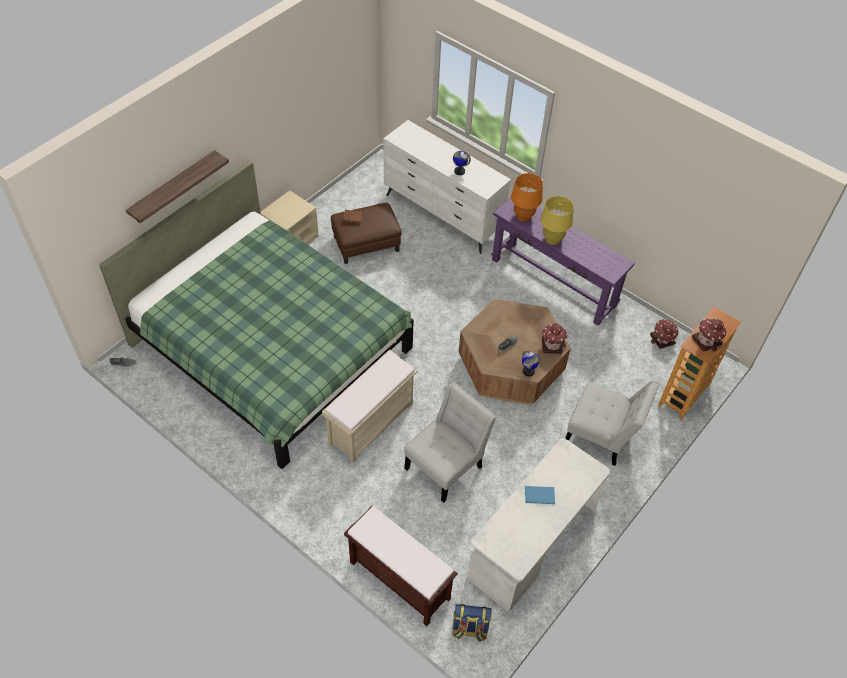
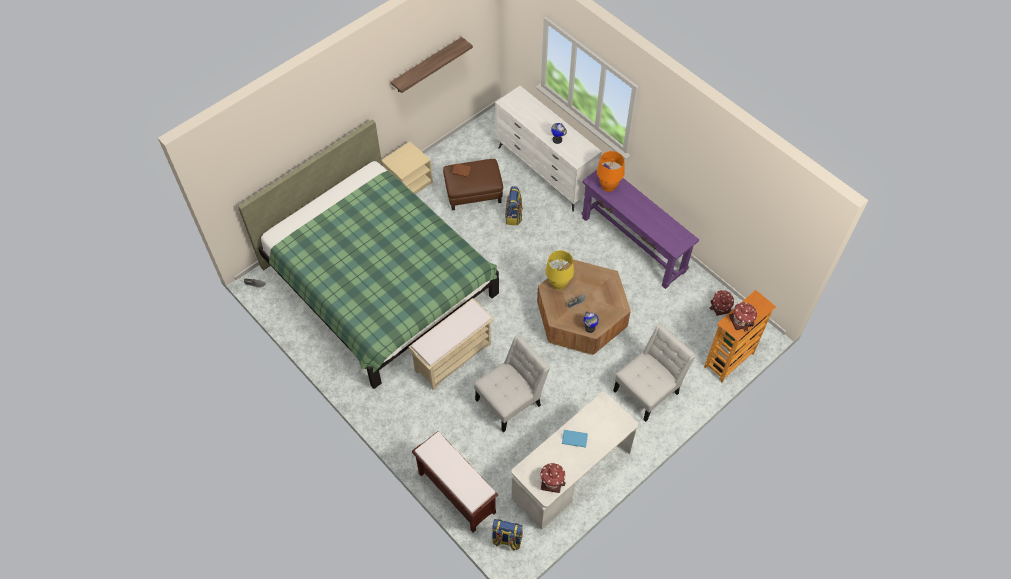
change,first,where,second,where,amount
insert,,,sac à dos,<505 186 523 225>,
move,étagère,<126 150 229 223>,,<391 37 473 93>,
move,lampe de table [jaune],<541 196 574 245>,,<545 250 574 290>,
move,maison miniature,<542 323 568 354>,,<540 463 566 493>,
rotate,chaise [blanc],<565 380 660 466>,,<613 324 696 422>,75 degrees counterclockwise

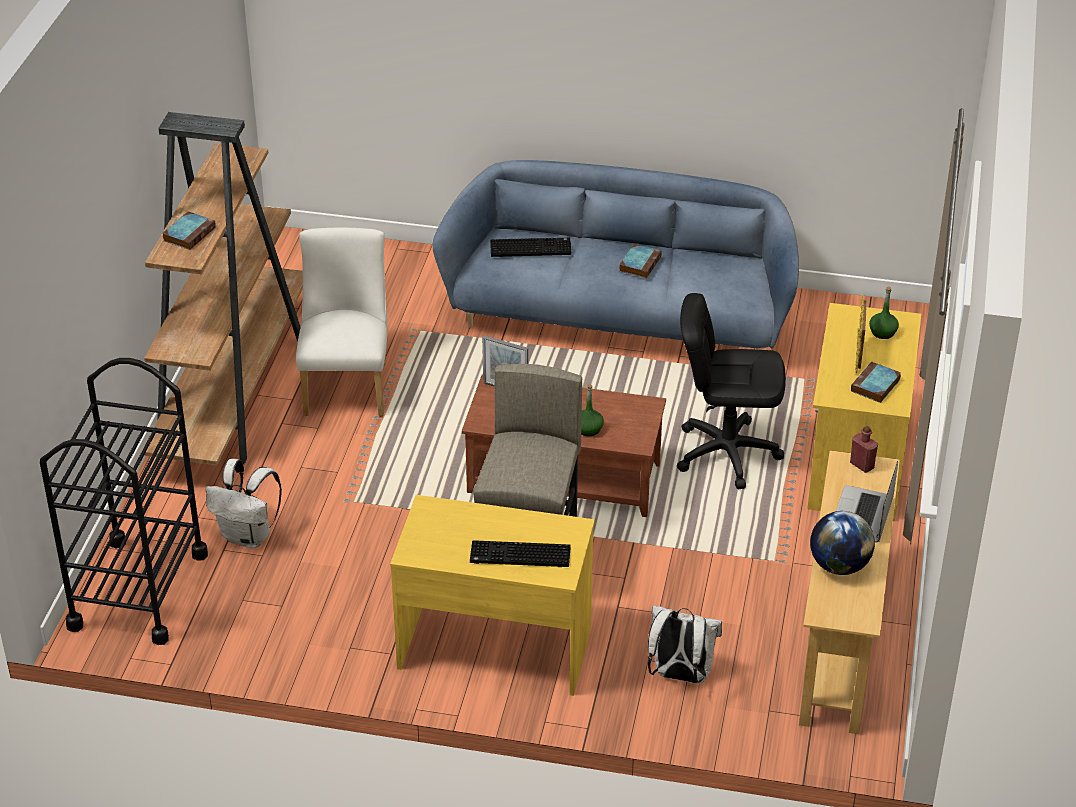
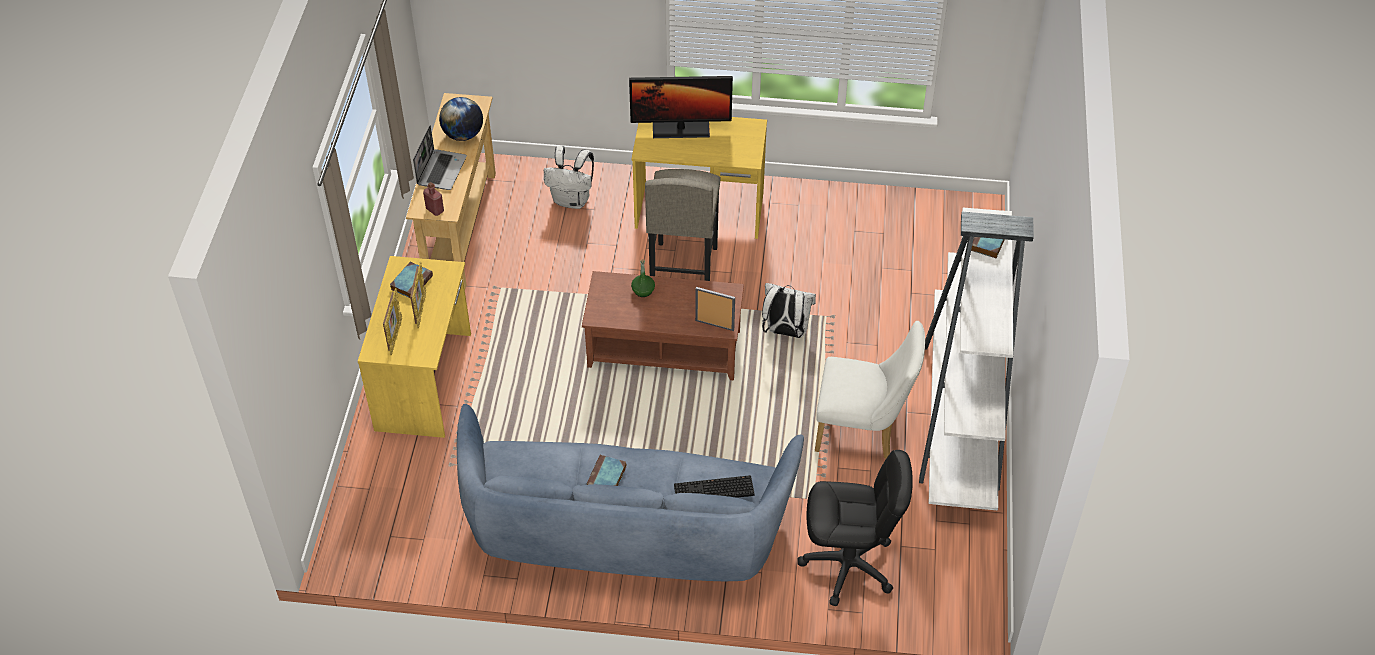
change,first,where,second,where,amount
delete,chariot [noir],<40 358 208 645>,,,
move,sac à dos [blanc],<206 459 282 548>,,<762 283 816 338>,
move,chaise de bureau [noir],<677 293 786 489>,,<797 450 913 606>,
replace,clavier,<470 540 571 567>,écran d'ordinateur,<629 76 733 138>,
replace,bouteille [vert],<869 287 899 339>,cadre photo,<383 288 402 355>,
recolor,bibliothèque [marron],<144 112 303 466>,bibliothèque [blanc],<919 208 1034 511>,
rotate,chaise [blanc],<296 228 387 416>,,<815 321 925 459>,75 degrees counterclockwise

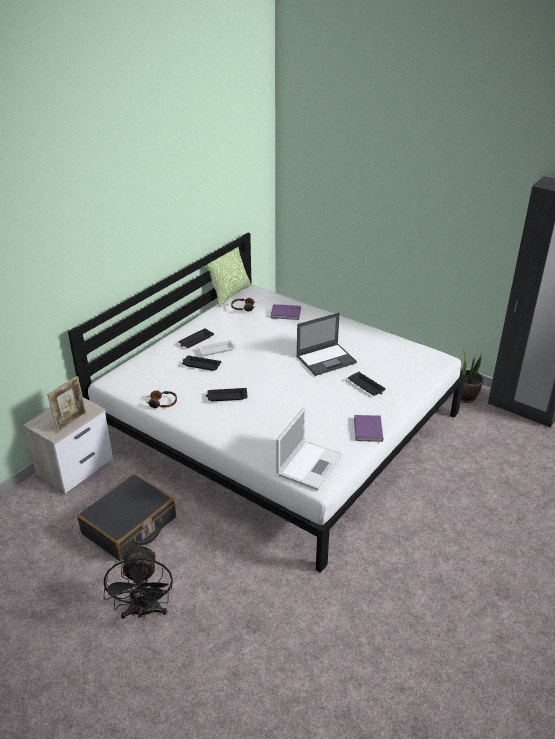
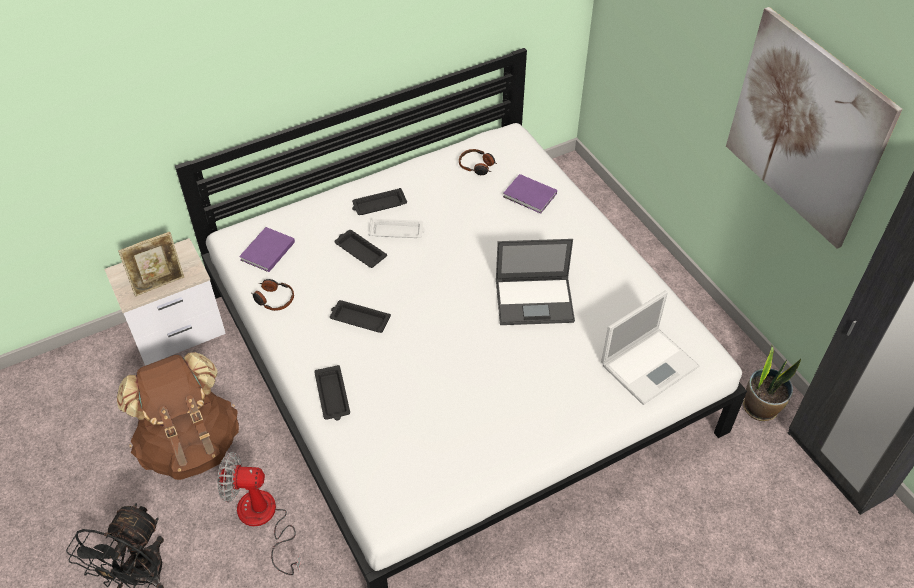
change,first,where,second,where,amount
delete,coussin,<206 247 252 307>,,,
insert,,,ventilateur,<217 452 301 575>,
insert,,,tableau,<726 7 902 249>,
move,ordinateur portable,<276 407 343 490>,,<601 291 700 405>,
move,plateau [noir],<348 372 386 396>,,<314 365 350 420>,
move,livre [violet],<354 415 383 442>,,<239 227 295 272>,
replace,valise [noir],<77 474 176 561>,sac à dos [marron],<117 352 239 480>,

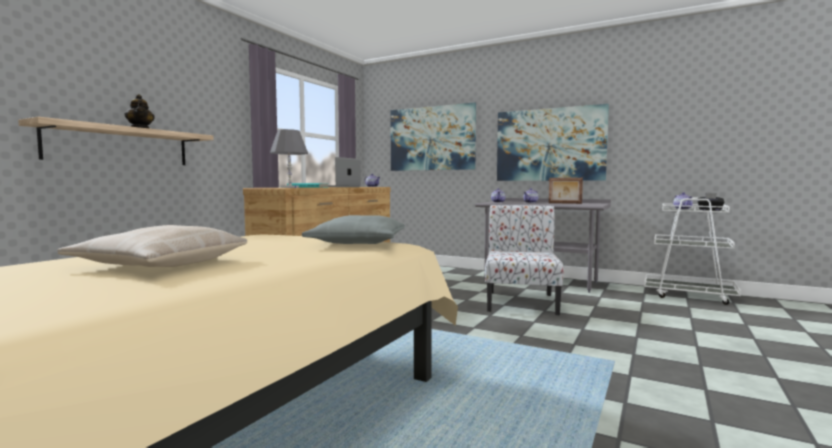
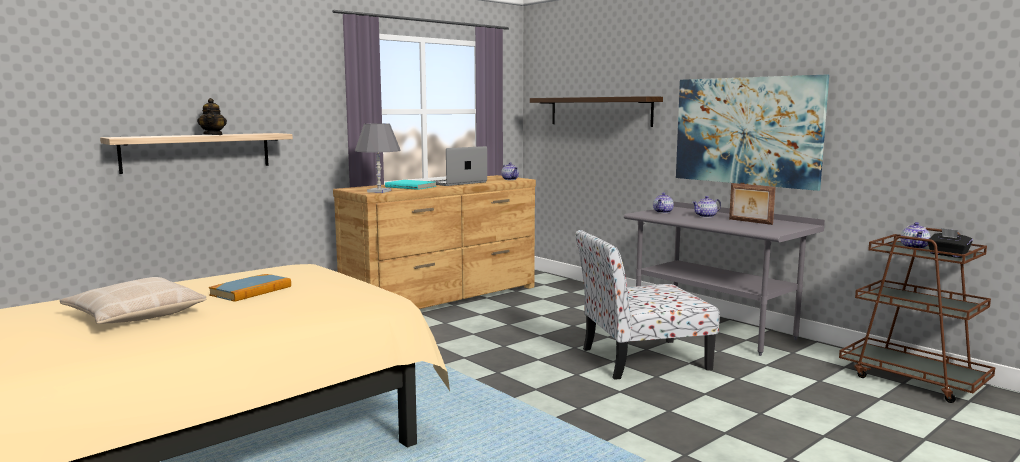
change,first,where,second,where,amount
delete,coussin [gris],<302 215 405 244>,,,
insert,,,livre,<209 274 291 302>,
replace,tableau,<390 102 476 171>,étagère,<530 96 663 127>,
recolor,chariot [blanc],<644 197 741 305>,chariot [marron],<839 228 995 403>,
rotate,chaise,<485 205 564 315>,,<576 230 720 380>,135 degrees counterclockwise

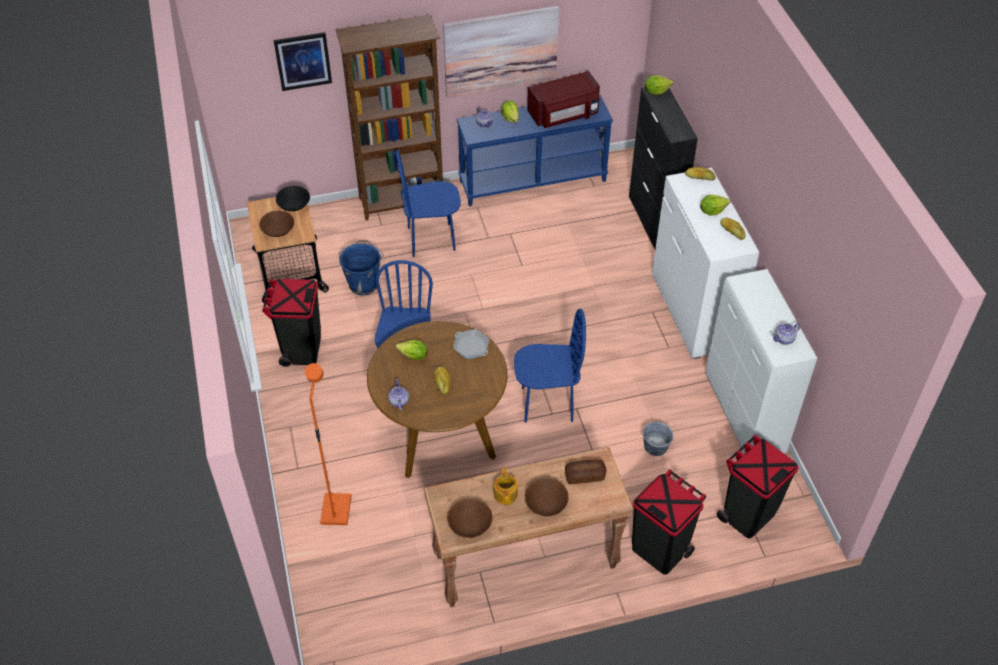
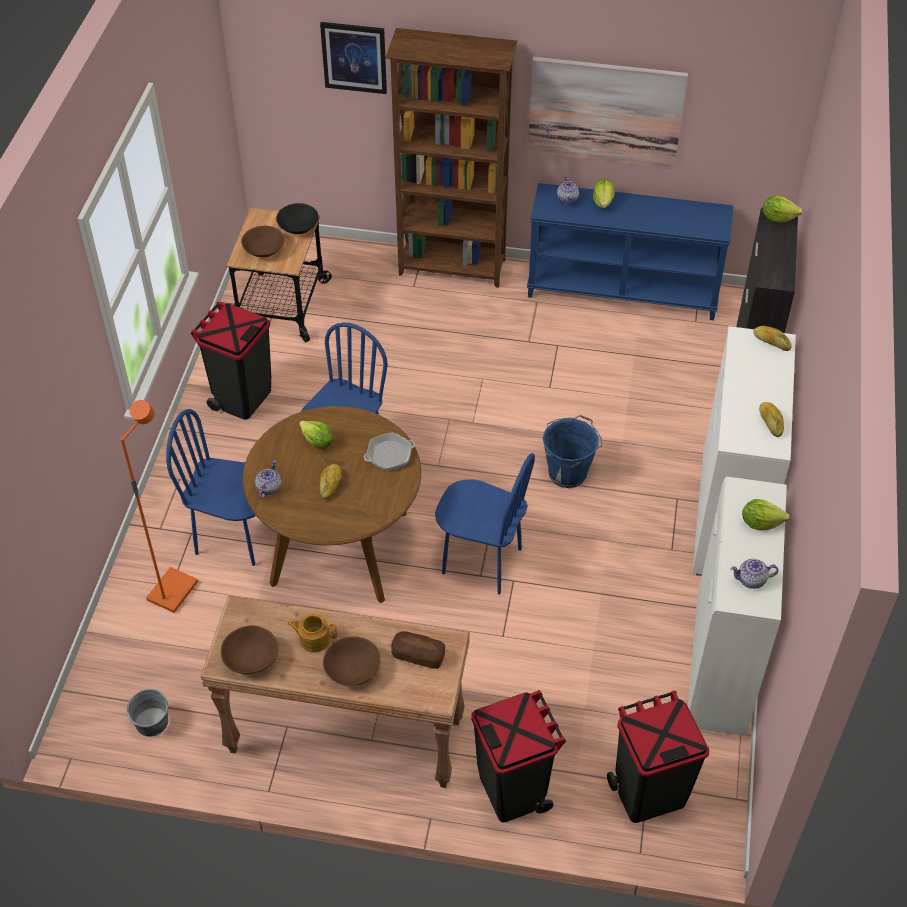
change,first,where,second,where,amount
delete,micro-ondes [rouge],<528 71 600 128>,,,
move,seau [bleu],<339 240 384 296>,,<543 415 602 488>,
move,chaise [bleu],<396 150 461 257>,,<166 409 256 566>,
move,seau [gris],<643 421 673 456>,,<127 689 168 736>,
move,laitue,<700 195 730 216>,,<742 499 790 531>,
rotate,poêle,<453 329 489 359>,,<364 432 415 471>,90 degrees clockwise
rotate,théière,<493 467 518 505>,,<287 614 337 653>,105 degrees counterclockwise

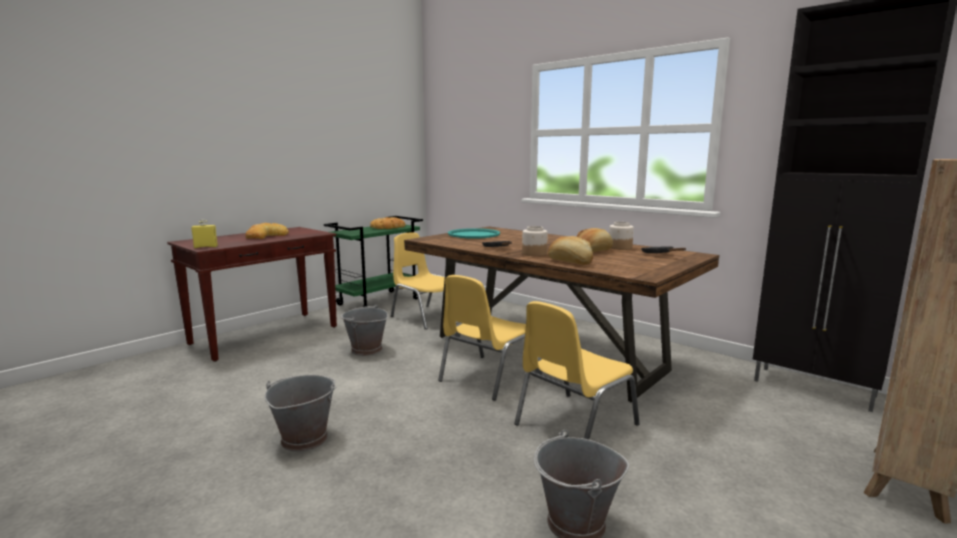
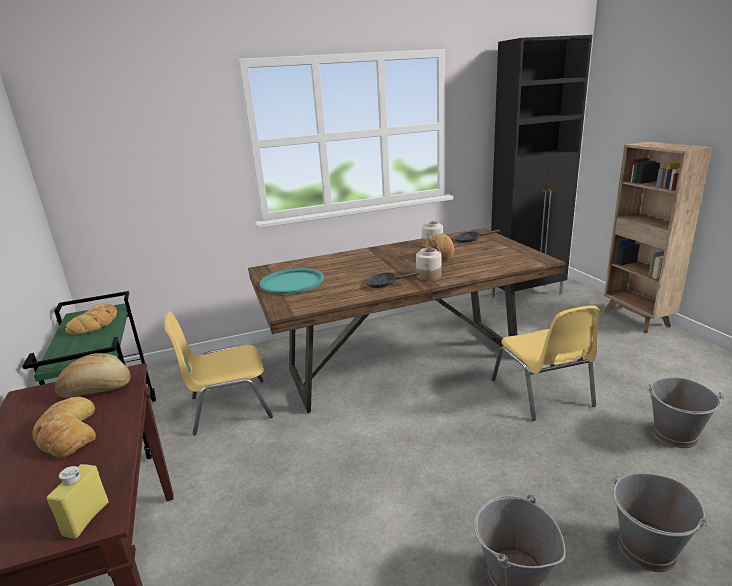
change,first,where,second,where,amount
delete,chaise [jaune],<438 275 537 401>,,,
move,seau [gris],<341 303 388 356>,,<611 473 709 572>,
move,pain,<548 236 593 265>,,<55 353 131 398>,

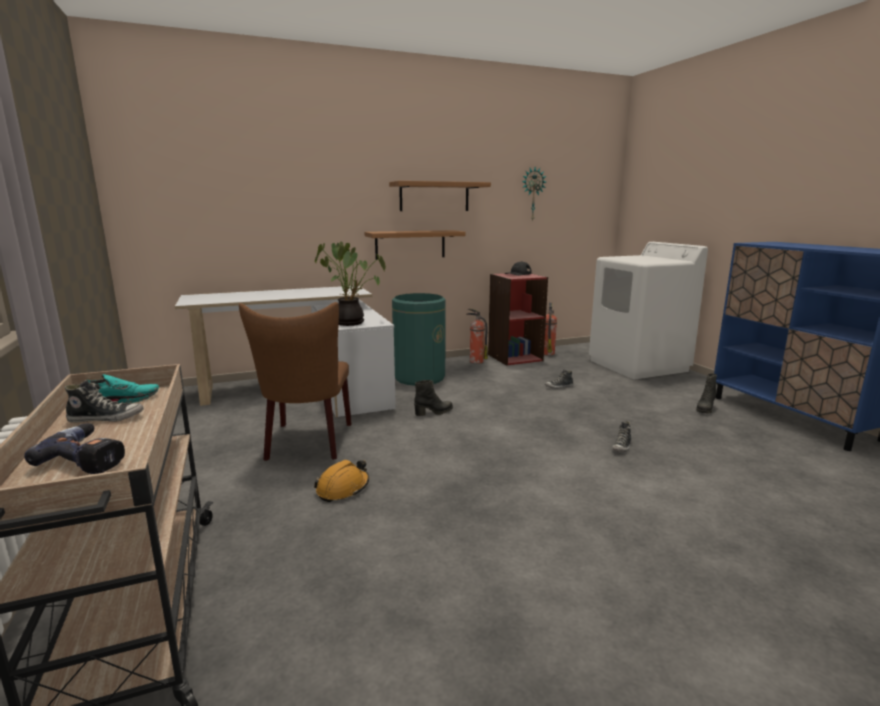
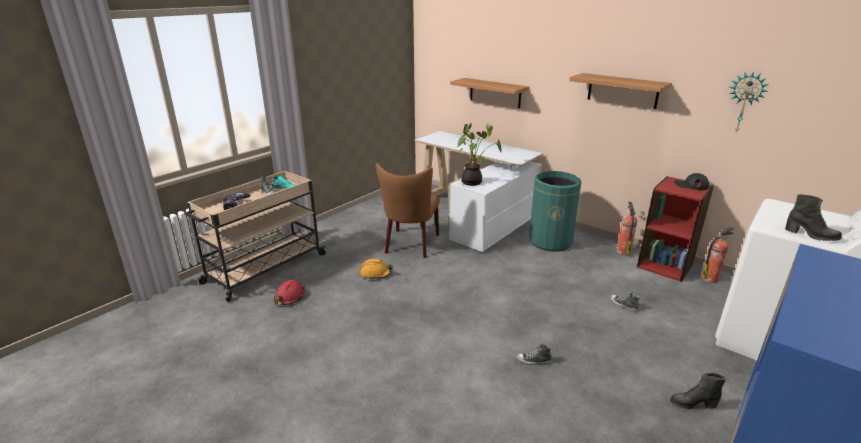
change,first,where,second,where,amount
insert,,,casque de chantier [rouge],<274 280 306 305>,
move,étagère,<365 230 466 260>,,<450 78 529 108>,
move,botte [noir],<414 380 453 416>,,<785 195 842 241>,
rotate,chaise [marron],<239 302 352 461>,,<376 163 440 258>,45 degrees counterclockwise

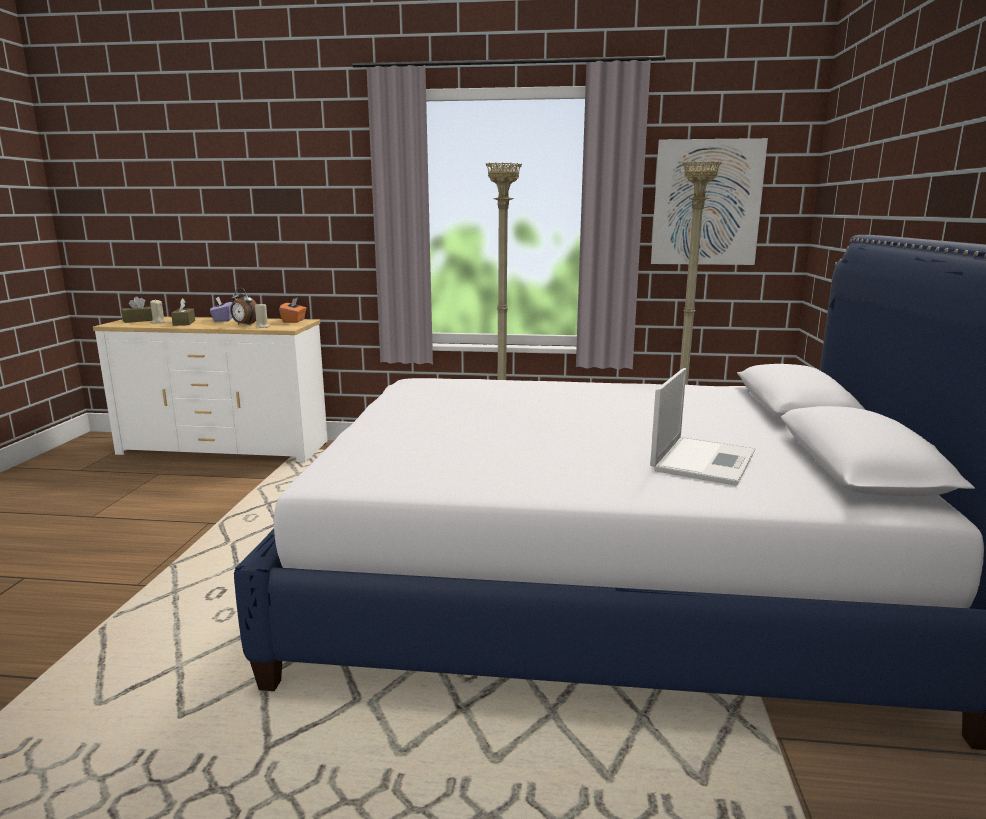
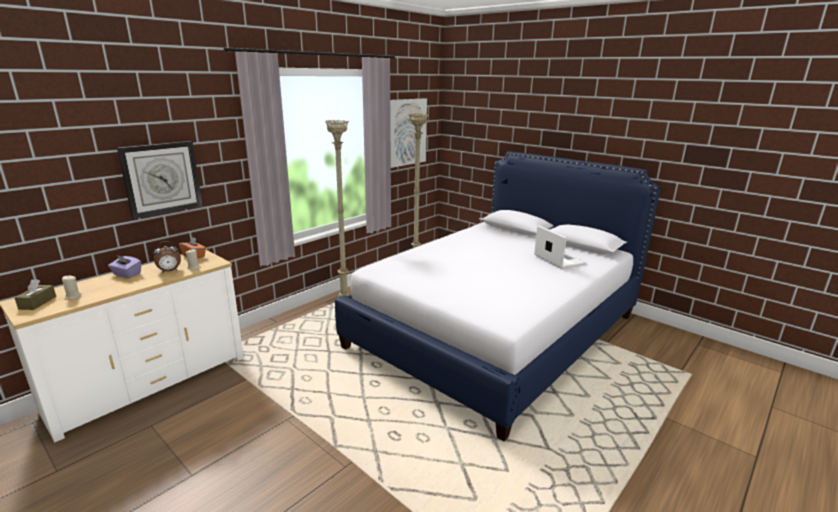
change,first,where,second,where,amount
delete,boîte à mouchoirs [marron],<171 298 195 326>,,,
insert,,,horloge murale,<117 141 203 219>,

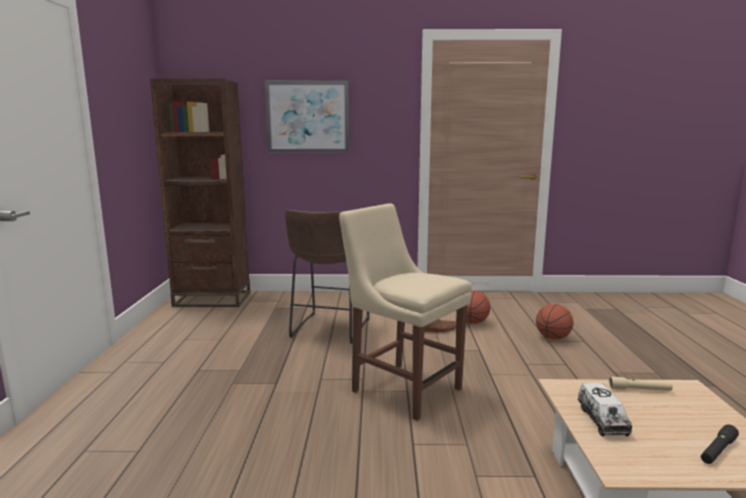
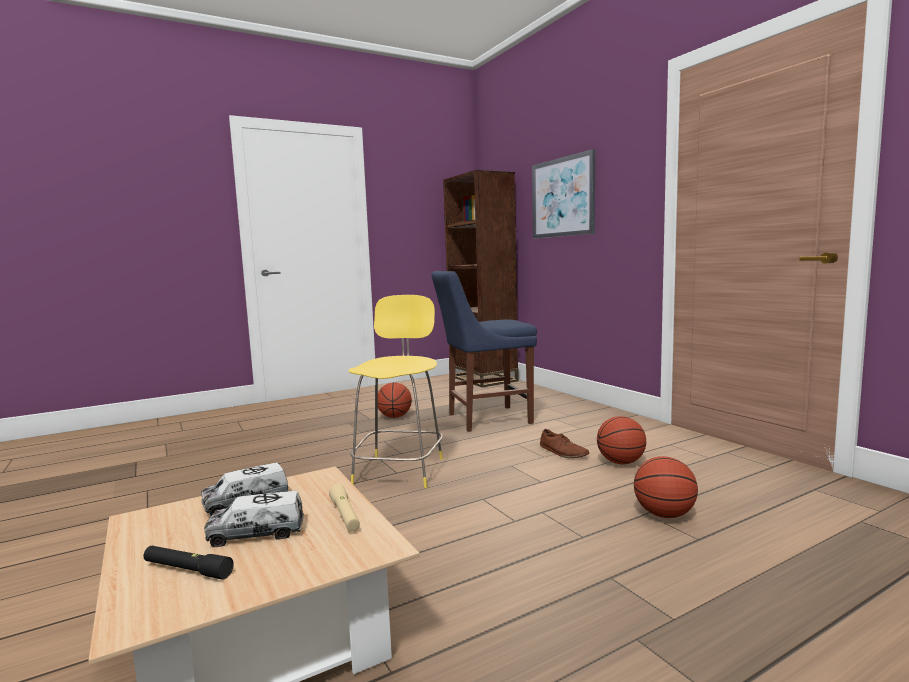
change,first,where,second,where,amount
insert,,,camion jouet,<204 491 304 547>,
insert,,,ballon de basket,<378 382 412 418>,
replace,tabouret [marron],<285 210 369 344>,chaise [bleu],<432 271 537 432>,
replace,chaise [beige],<339 203 472 421>,tabouret [jaune],<348 295 443 488>,

